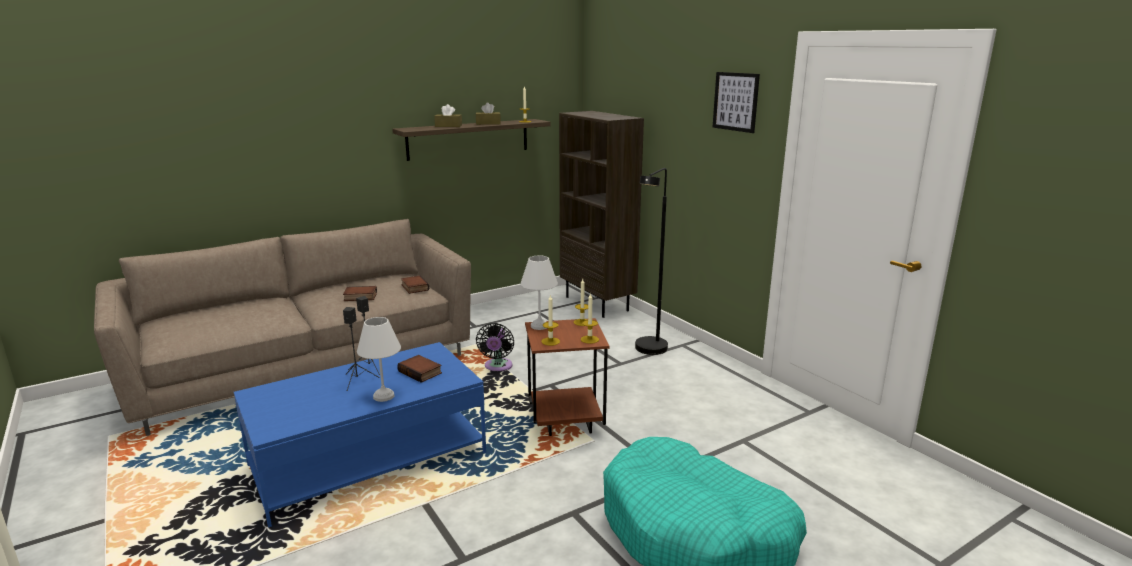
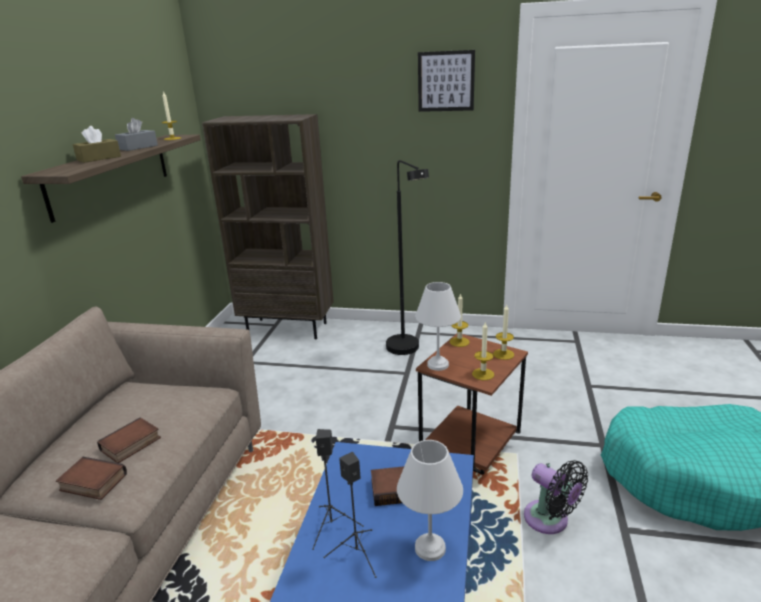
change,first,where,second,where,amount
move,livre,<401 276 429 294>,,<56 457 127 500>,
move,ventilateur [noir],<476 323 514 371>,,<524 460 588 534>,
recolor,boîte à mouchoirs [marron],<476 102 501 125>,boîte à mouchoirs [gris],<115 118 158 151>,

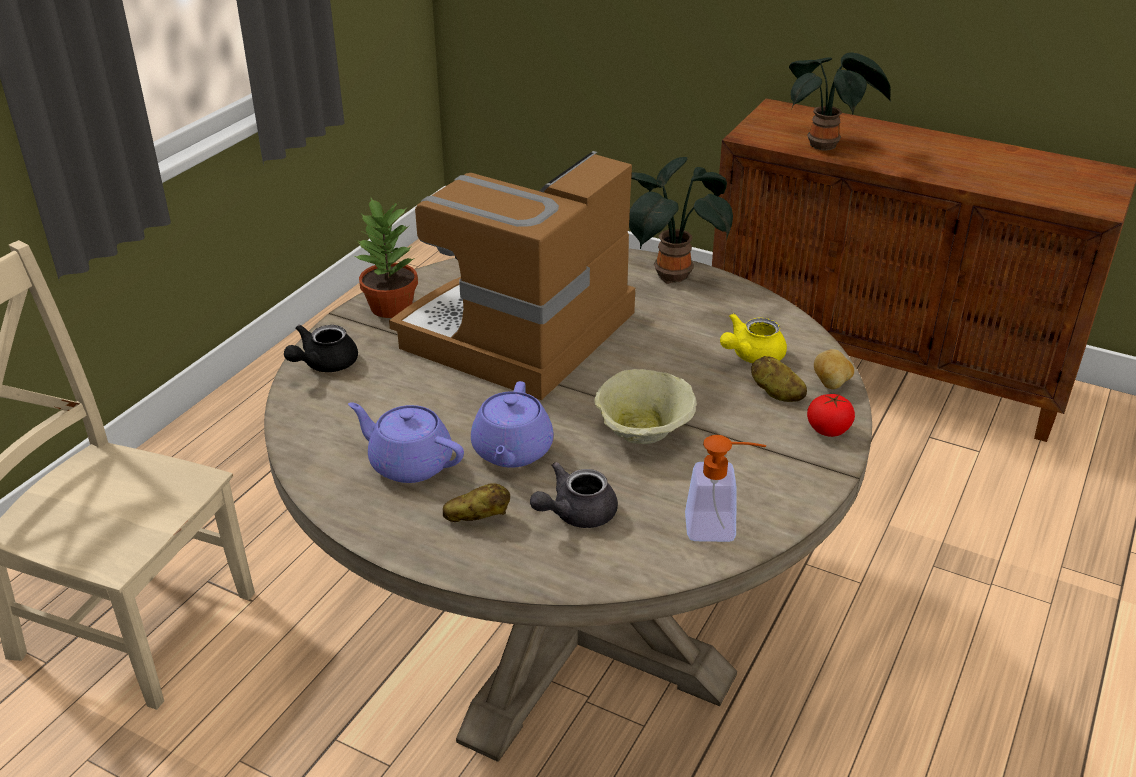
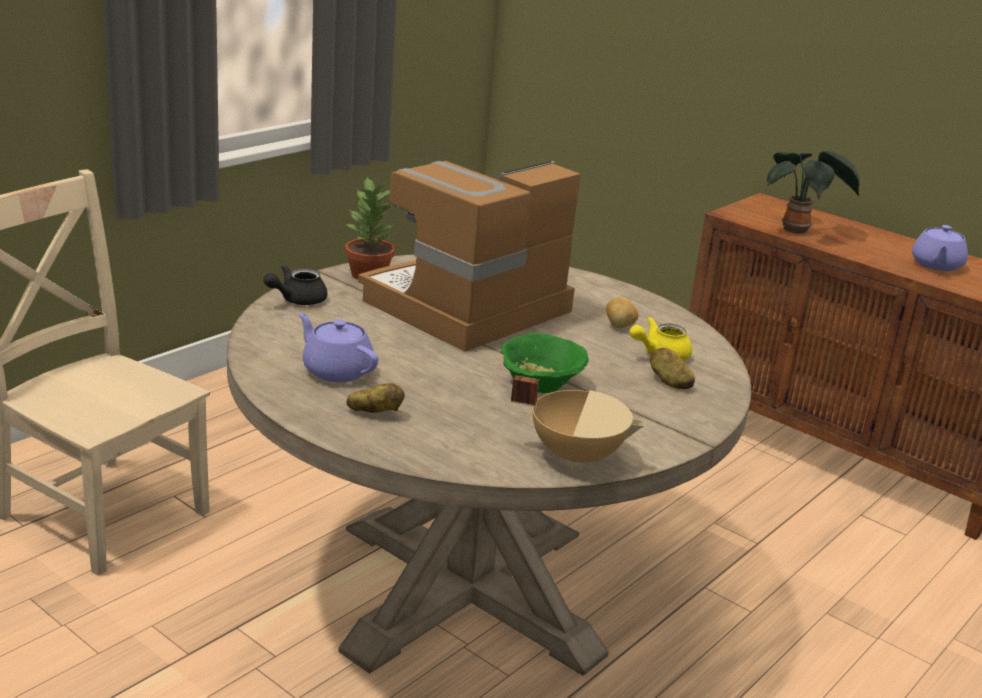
change,first,where,second,where,amount
delete,théière [gris],<530 462 618 528>,,,
delete,plante en pot,<629 157 733 284>,,,
delete,tomate,<807 394 855 437>,,,
move,théière [violet],<471 381 554 468>,,<912 225 968 271>,
move,pomme de terre,<814 349 854 389>,,<606 297 639 328>,
replace,distributeur de savon,<685 435 766 542>,marmite [beige],<511 375 646 468>,
recolor,bol [beige],<594 369 697 444>,bol [vert],<501 333 589 393>,

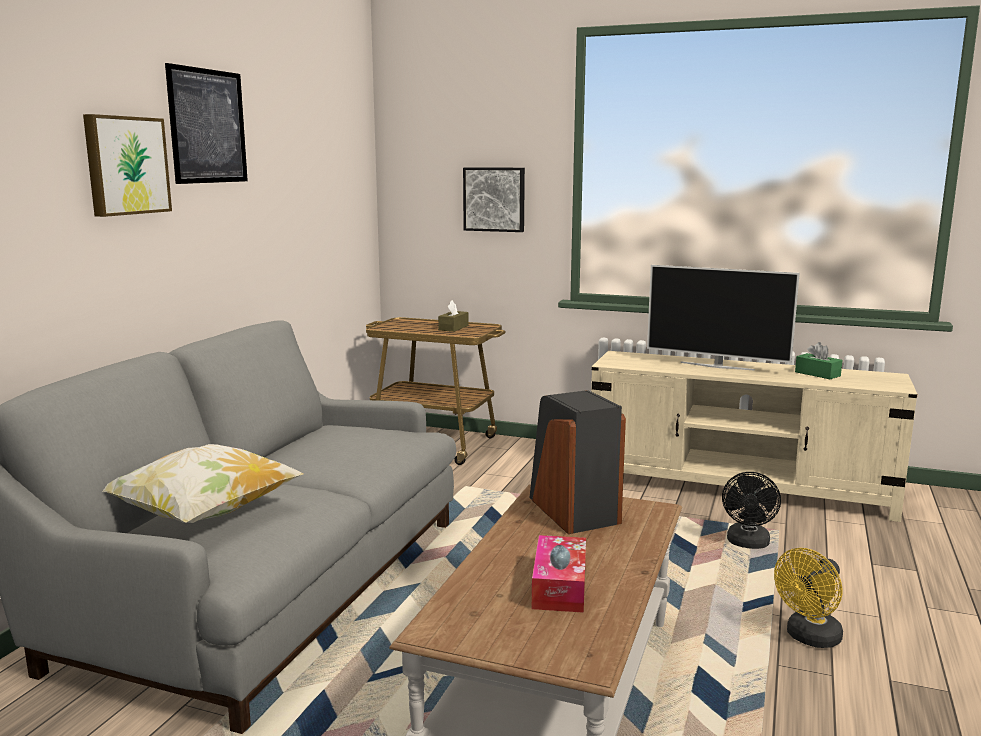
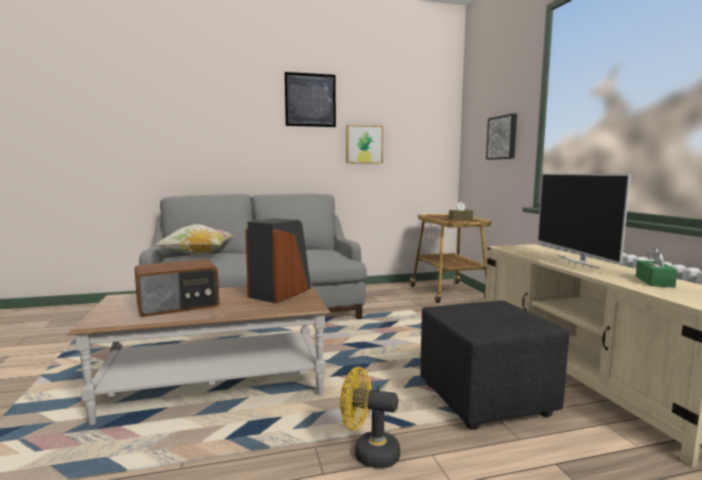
change,first,where,second,where,amount
move,tableau,<83 114 172 217>,,<346 125 383 164>,
replace,boîte à mouchoirs,<532 535 586 613>,radio,<135 259 219 317>,
replace,ventilateur [noir],<722 472 781 549>,pouf [noir],<420 300 570 430>,

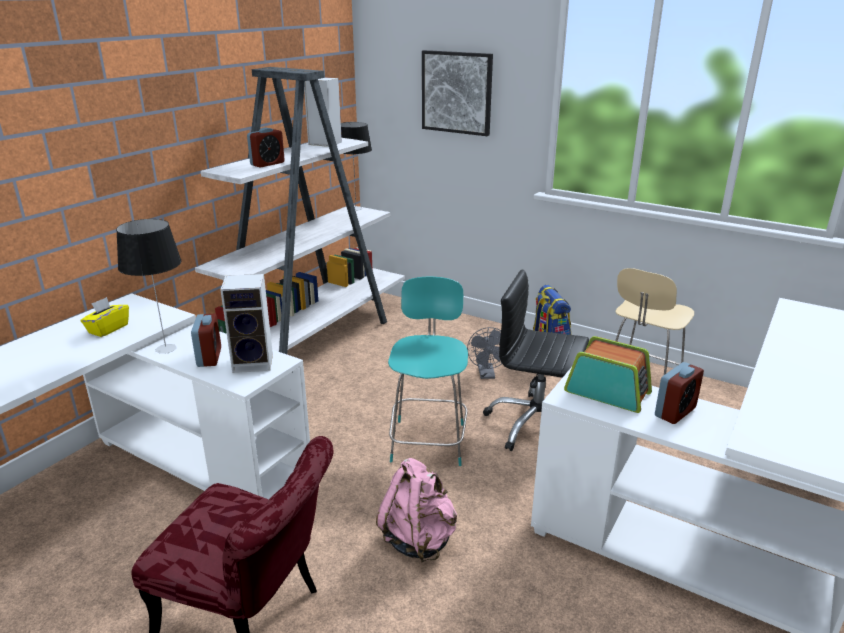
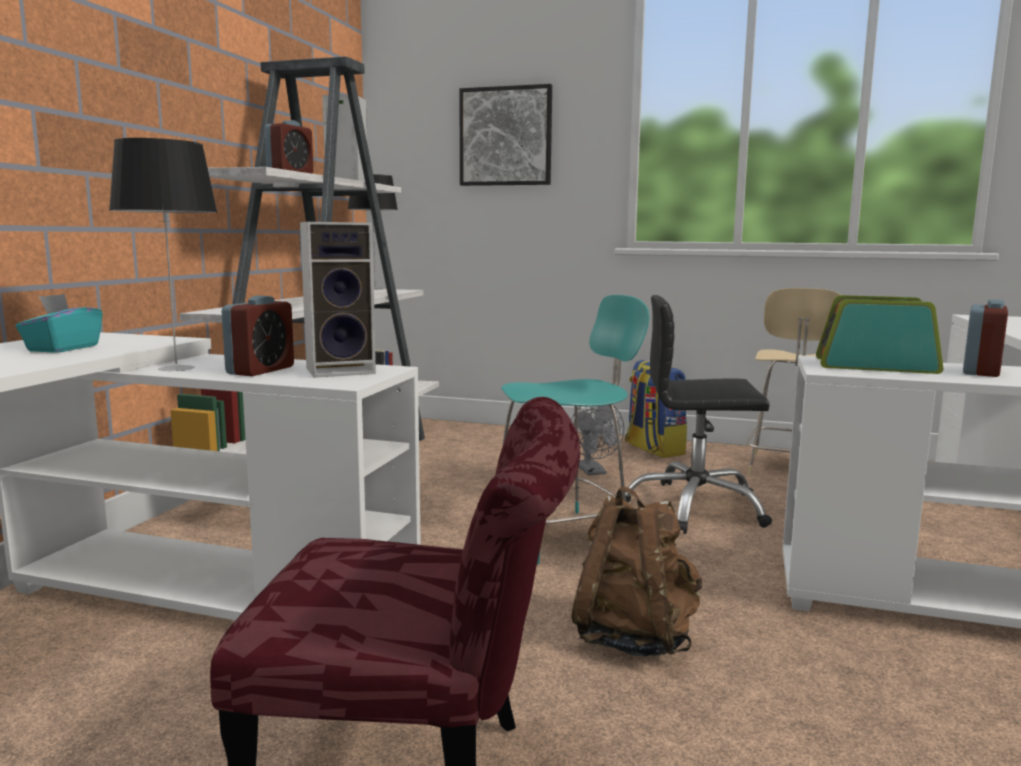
change,first,where,second,where,amount
recolor,boîte à mouchoirs [jaune],<80 297 129 337>,boîte à mouchoirs [turquoise],<15 294 103 353>,
recolor,sac à dos [rose],<376 458 457 562>,sac à dos [marron],<571 486 702 656>,
rotate,réveil,<191 314 221 367>,,<221 295 294 376>,45 degrees clockwise
rotate,chaise [turquoise],<388 277 468 466>,,<501 295 649 564>,75 degrees clockwise

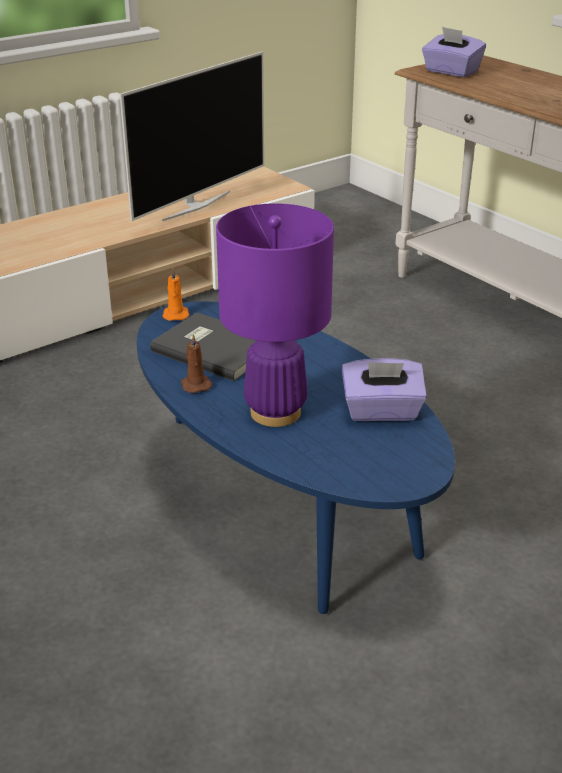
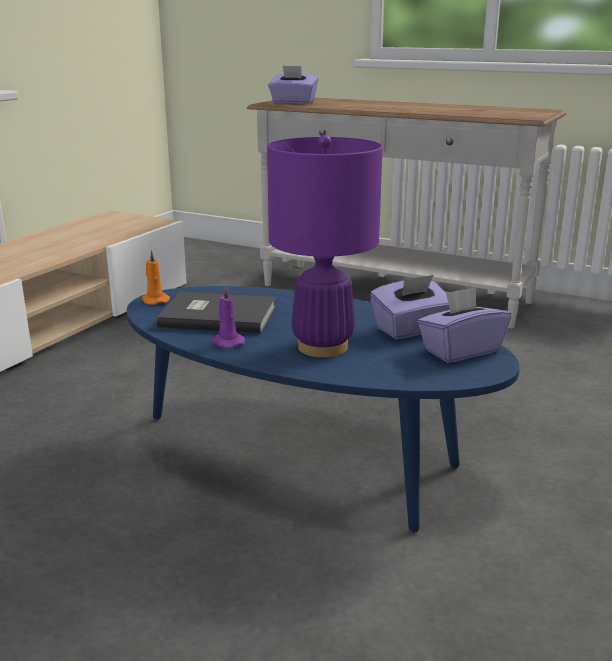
change,first,where,second,where,amount
delete,téléviseur,<120 52 264 221>,,,
insert,,,boîte à mouchoirs [violet],<417 287 511 363>,
recolor,bougie [marron],<181 334 213 393>,bougie [violet],<212 285 245 348>,

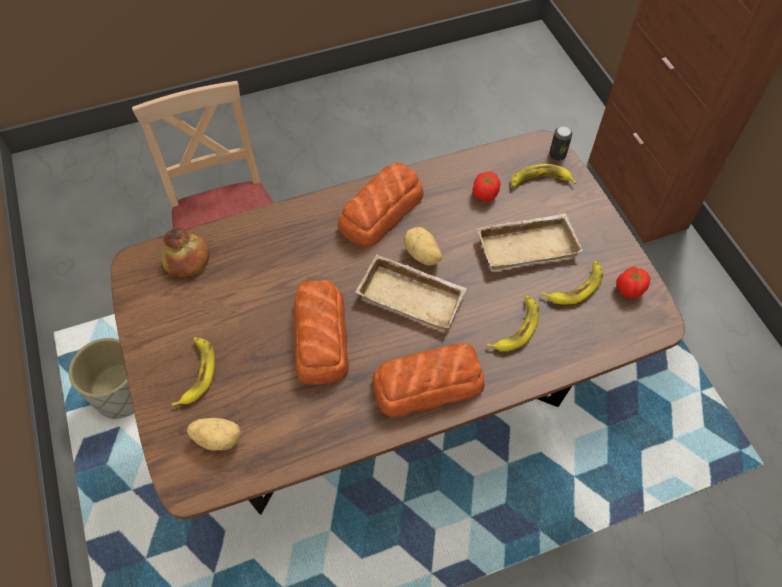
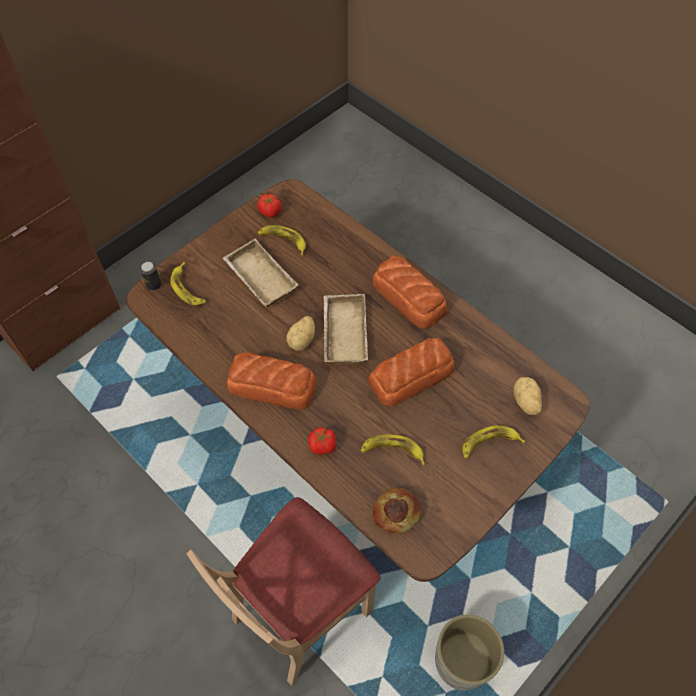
change,first,where,second,where,amount
move,tomate,<473 172 501 201>,,<308 427 336 455>,
move,banane,<487 295 540 351>,,<361 434 425 465>,

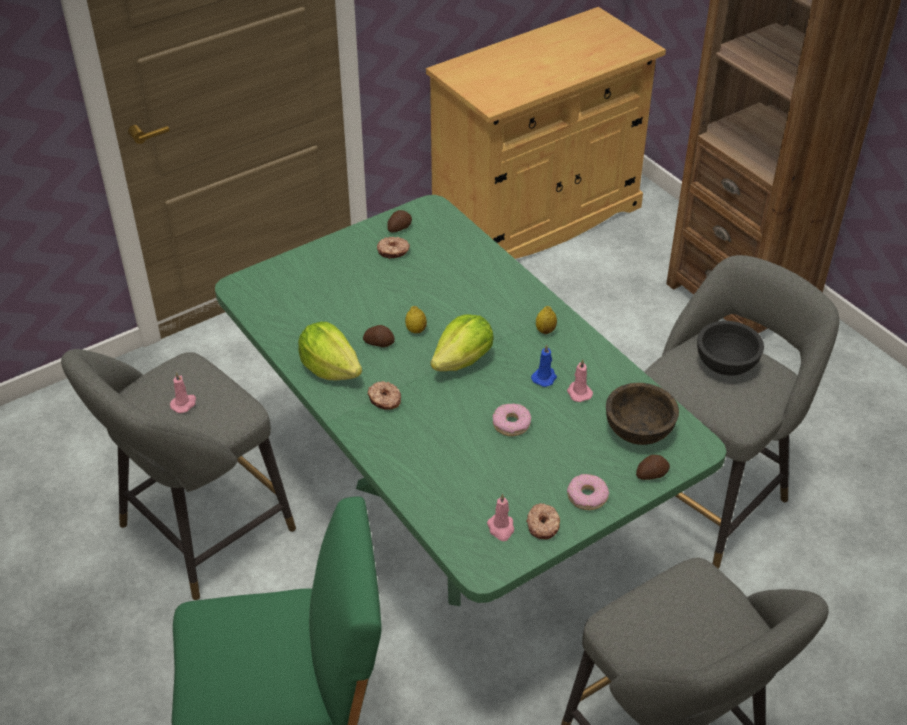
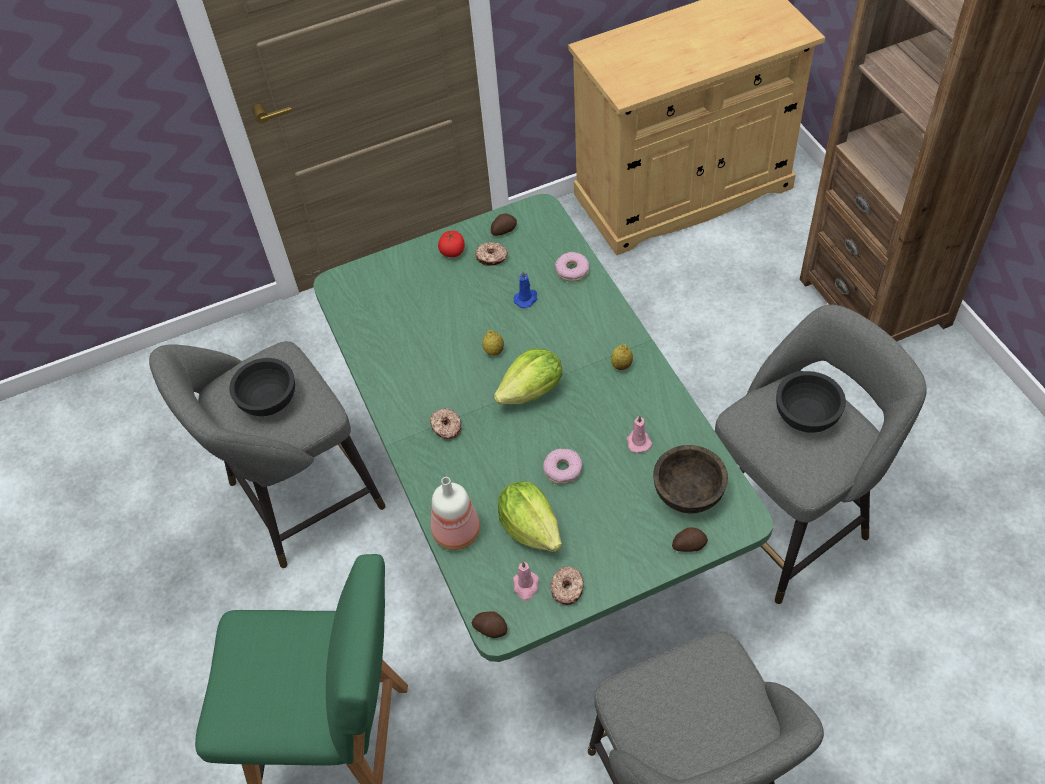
change,first,where,second,where,amount
insert,,,bouteille,<431 477 480 550>,
insert,,,tomate,<438 231 465 258>,
move,laitue,<298 322 362 380>,,<498 481 562 552>,
move,pomme de terre,<363 325 395 347>,,<472 611 507 638>,
move,bougie [bleu],<531 344 557 387>,,<513 270 537 308>,
move,beignet,<567 474 609 510>,,<555 252 590 282>,
replace,bougie [rose],<170 372 196 413>,bol [noir],<229 358 295 416>,

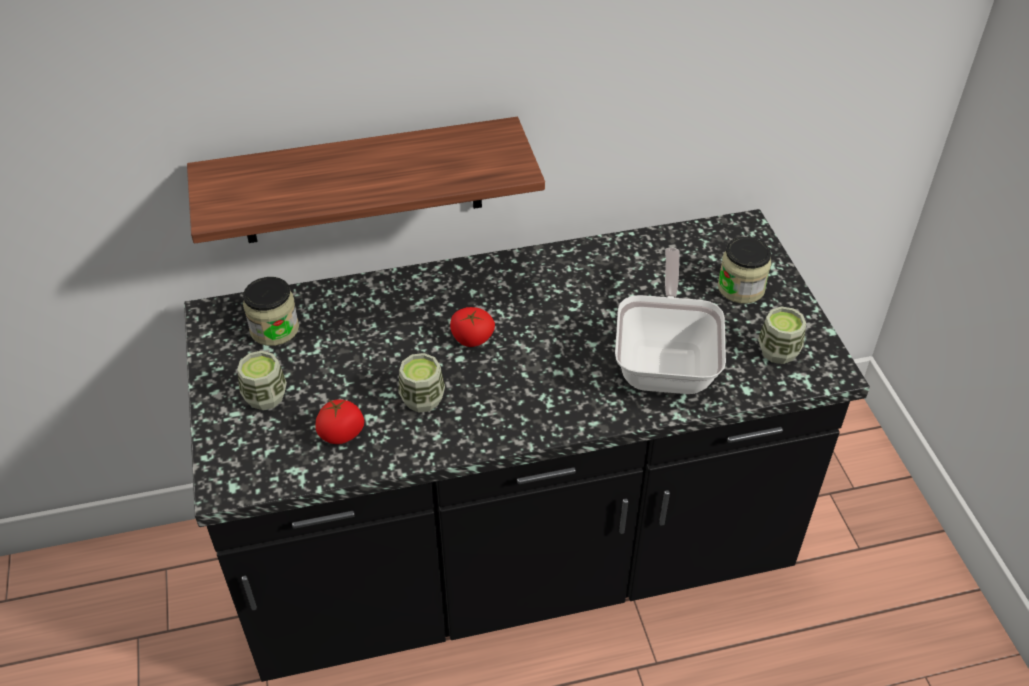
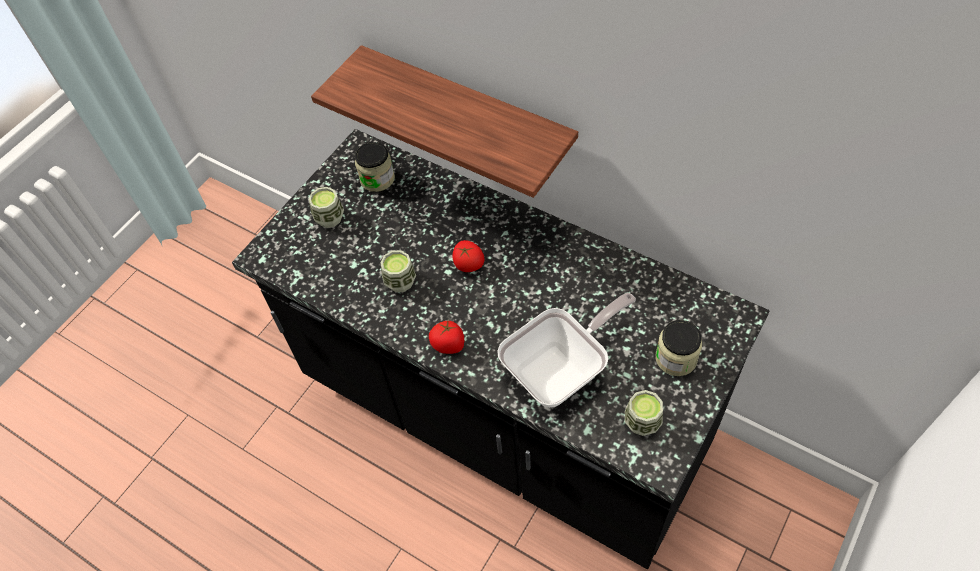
change,first,where,second,where,amount
move,tomate,<315 399 364 444>,,<429 321 464 354>,

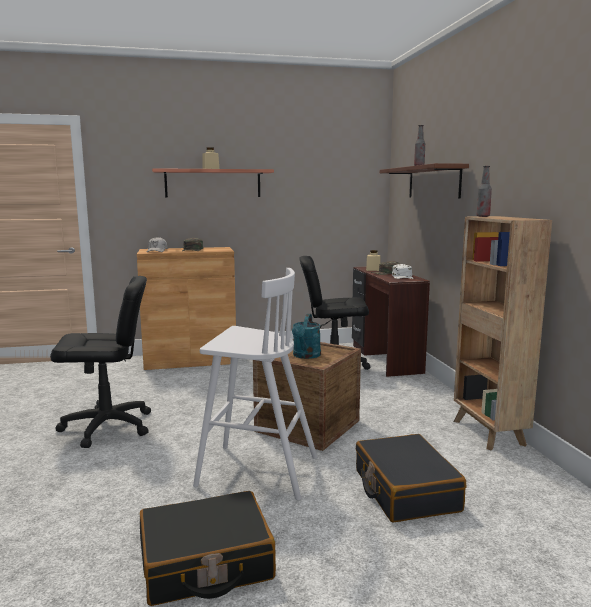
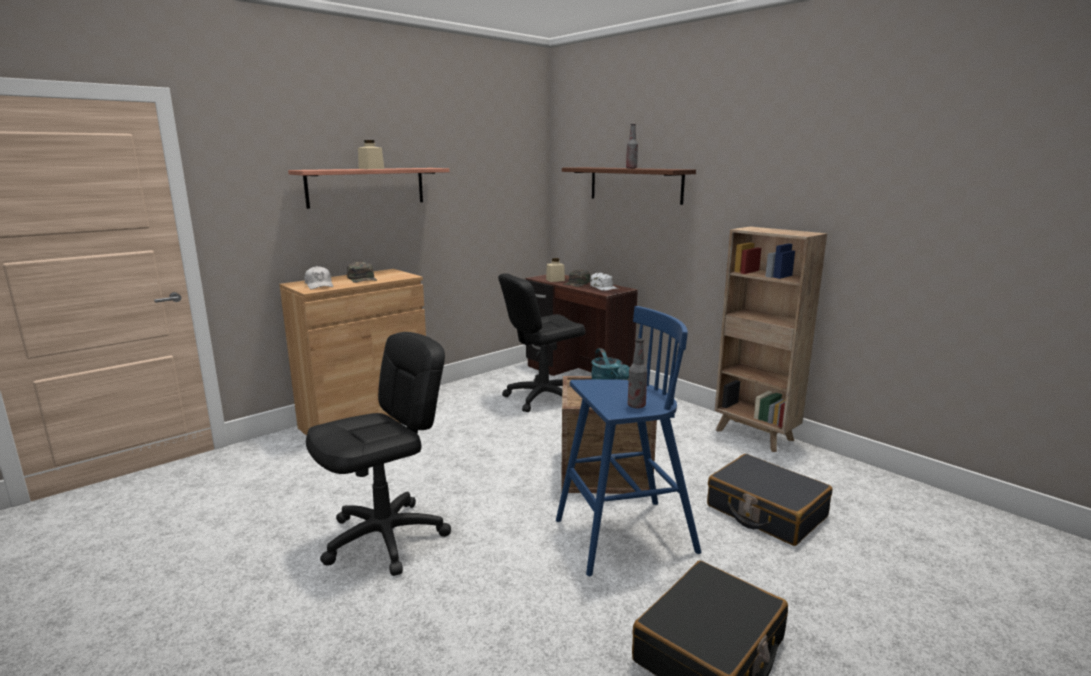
change,first,where,second,where,amount
move,bouteille,<476 166 492 217>,,<628 338 647 408>,
recolor,tabouret [blanc],<193 268 317 500>,tabouret [bleu],<556 306 701 576>,

